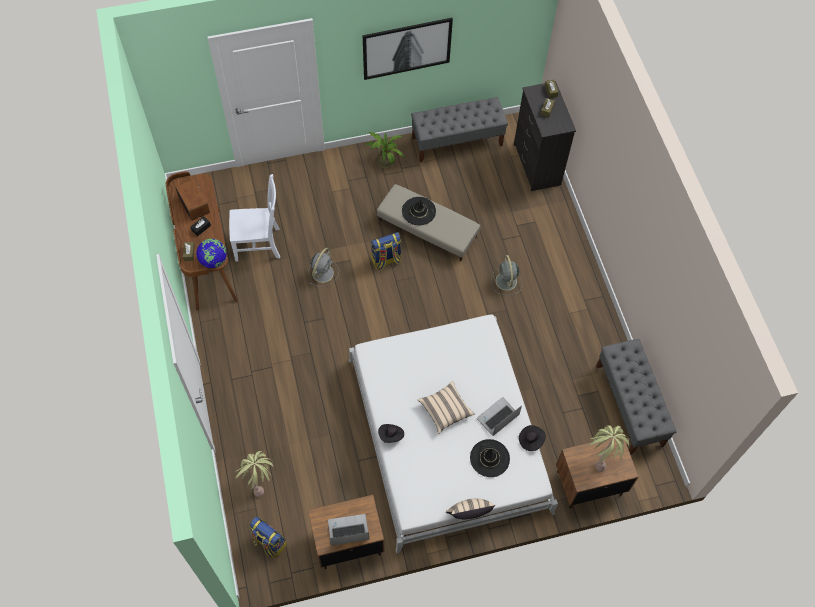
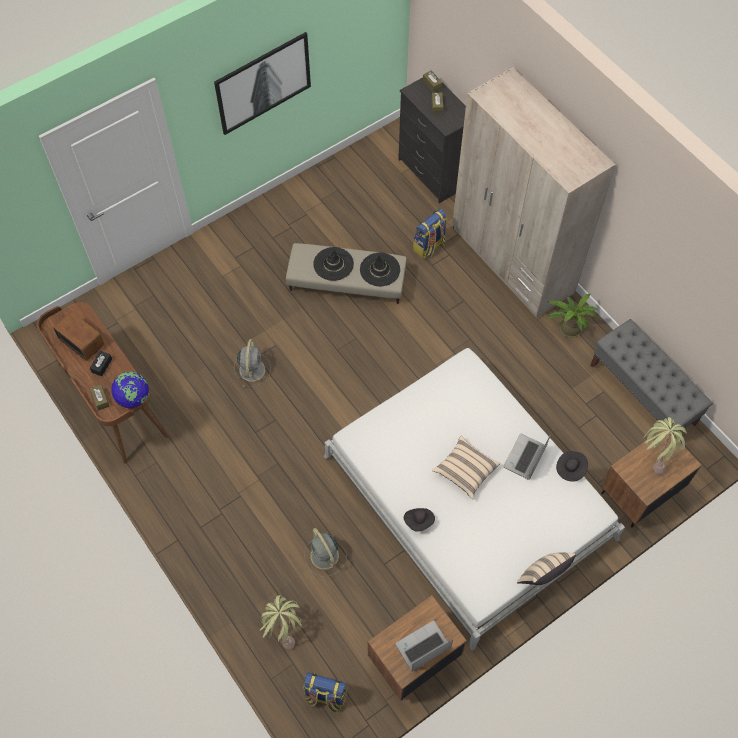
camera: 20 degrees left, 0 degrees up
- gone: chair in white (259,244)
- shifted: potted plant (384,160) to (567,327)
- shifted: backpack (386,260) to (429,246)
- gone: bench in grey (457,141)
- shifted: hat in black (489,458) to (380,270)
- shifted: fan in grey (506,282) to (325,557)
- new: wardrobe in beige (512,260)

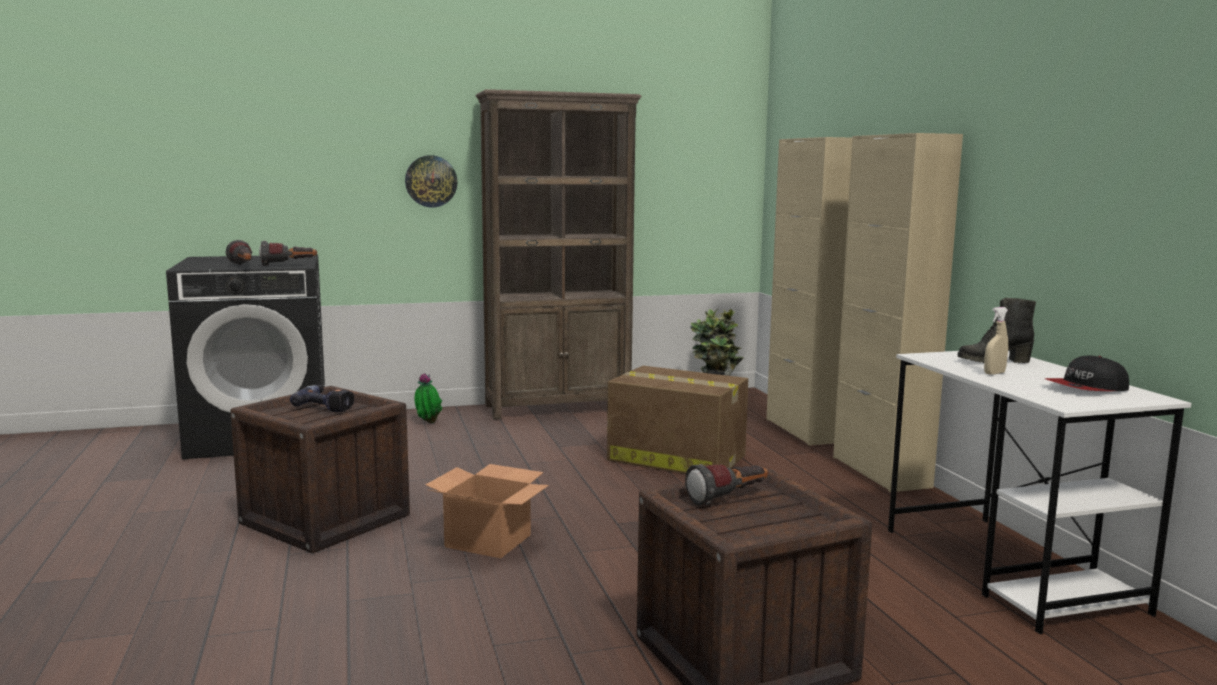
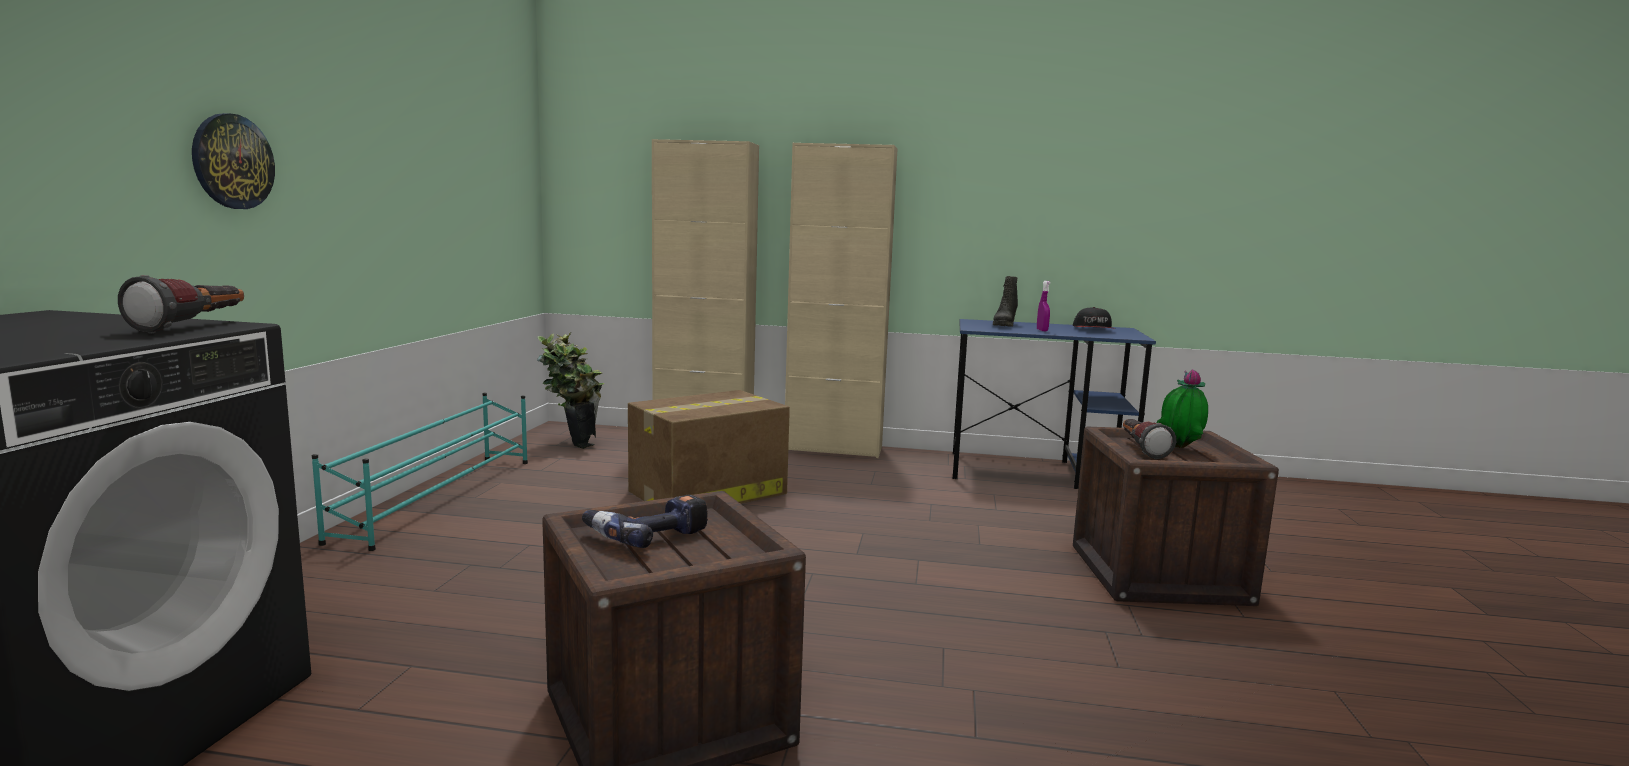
camera: 65 degrees left, 0 degrees up
- gone: flashlight (243,267)
- shifted: potted plant (428,423) to (1179,449)
- gone: cardboard box (486,541)
- swapped: bookcase in brown (559,407) to shoe rack in turquoise (440,497)
- repainted: desk in white (1010,570) to desk in blue (1039,472)
- repainted: spray bottle in beige (994,373) to spray bottle in purple (1042,330)

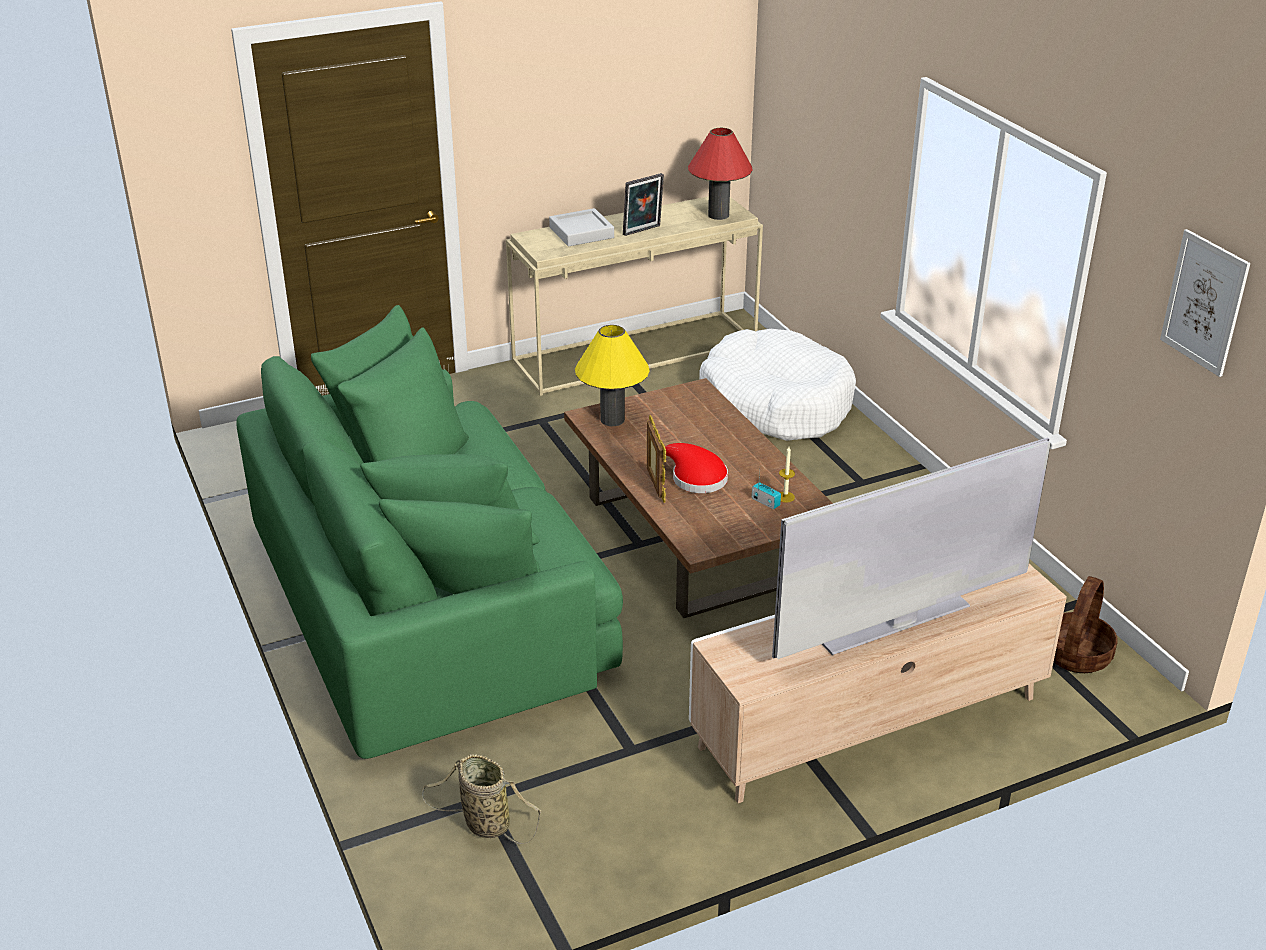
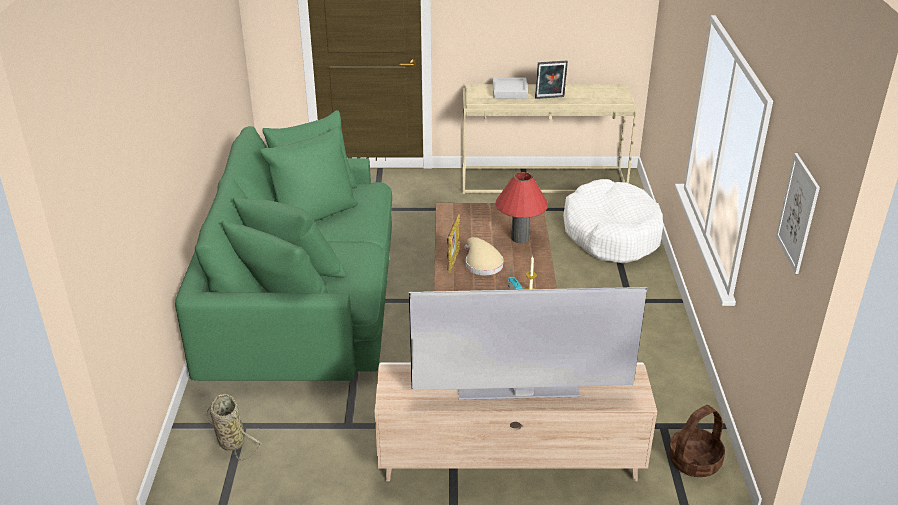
camera: 25 degrees right, 0 degrees up
- gone: table lamp in yellow (612,420)
- repainted: hat in red (695,478) to hat in beige (482,264)
- shifted: table lamp in red (718,215) to (520,238)

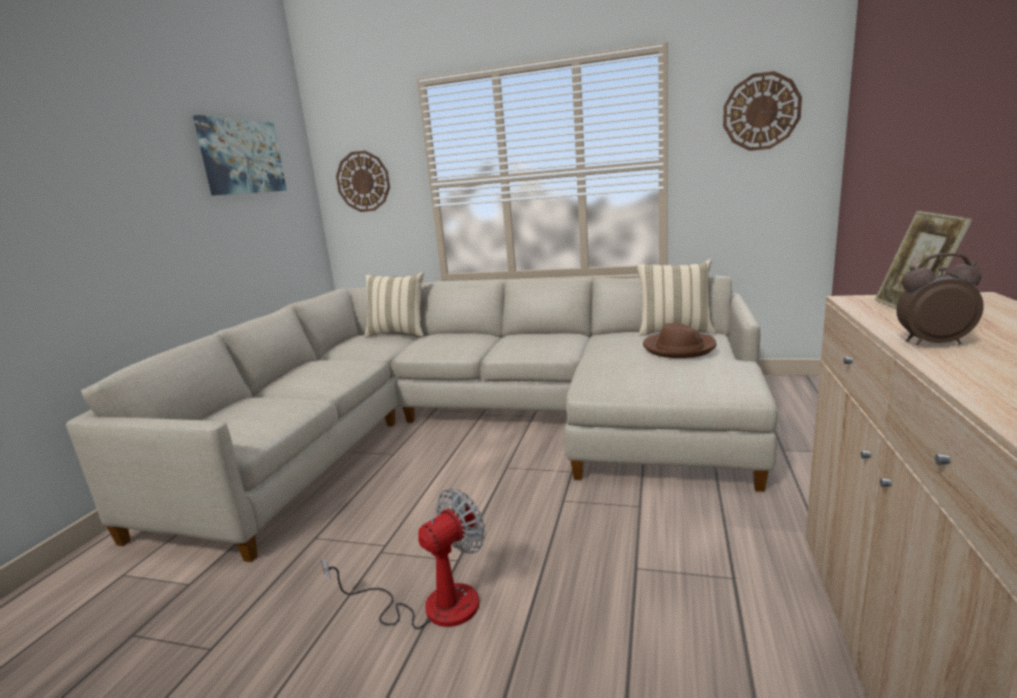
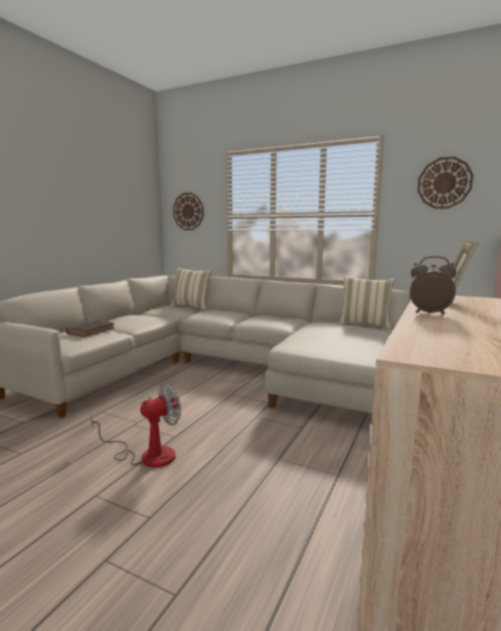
camera: 10 degrees right, 5 degrees down
- gone: picture (242,157)
- gone: hat in brown (679,348)
- new: book in brown (92,331)

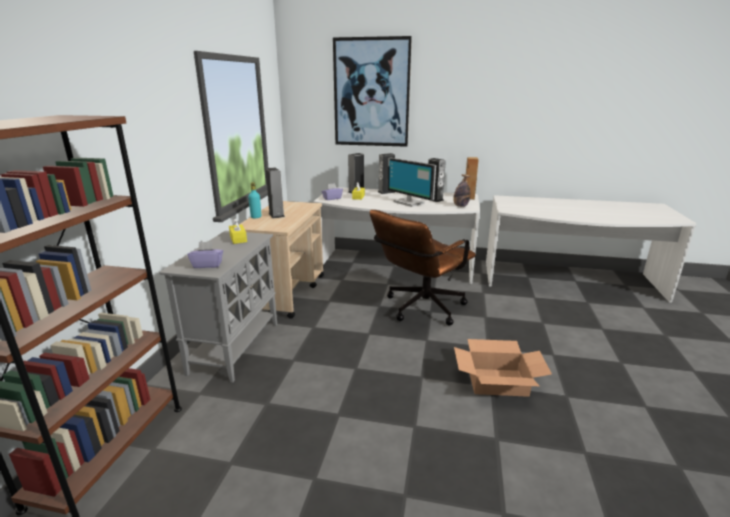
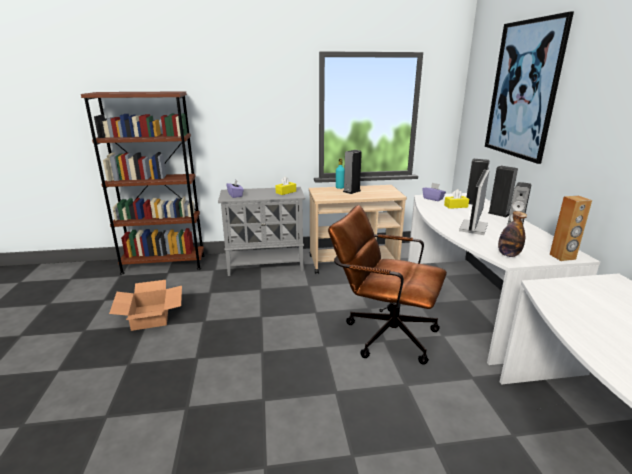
camera: 70 degrees right, 0 degrees up
- shifted: cardboard box (497,381) to (151,316)

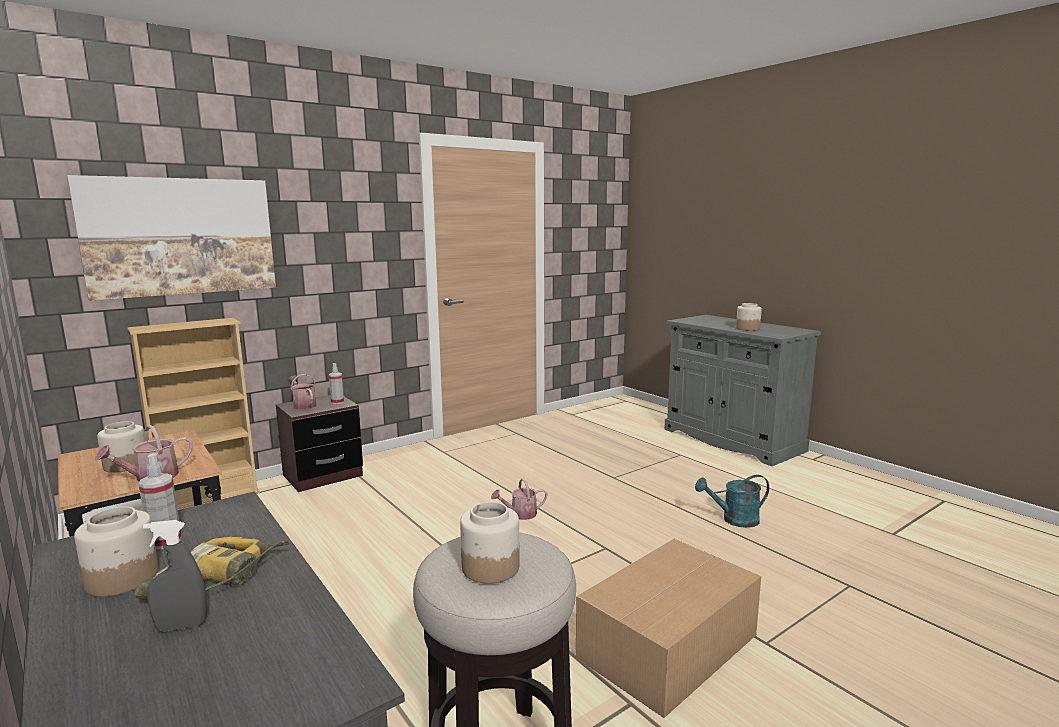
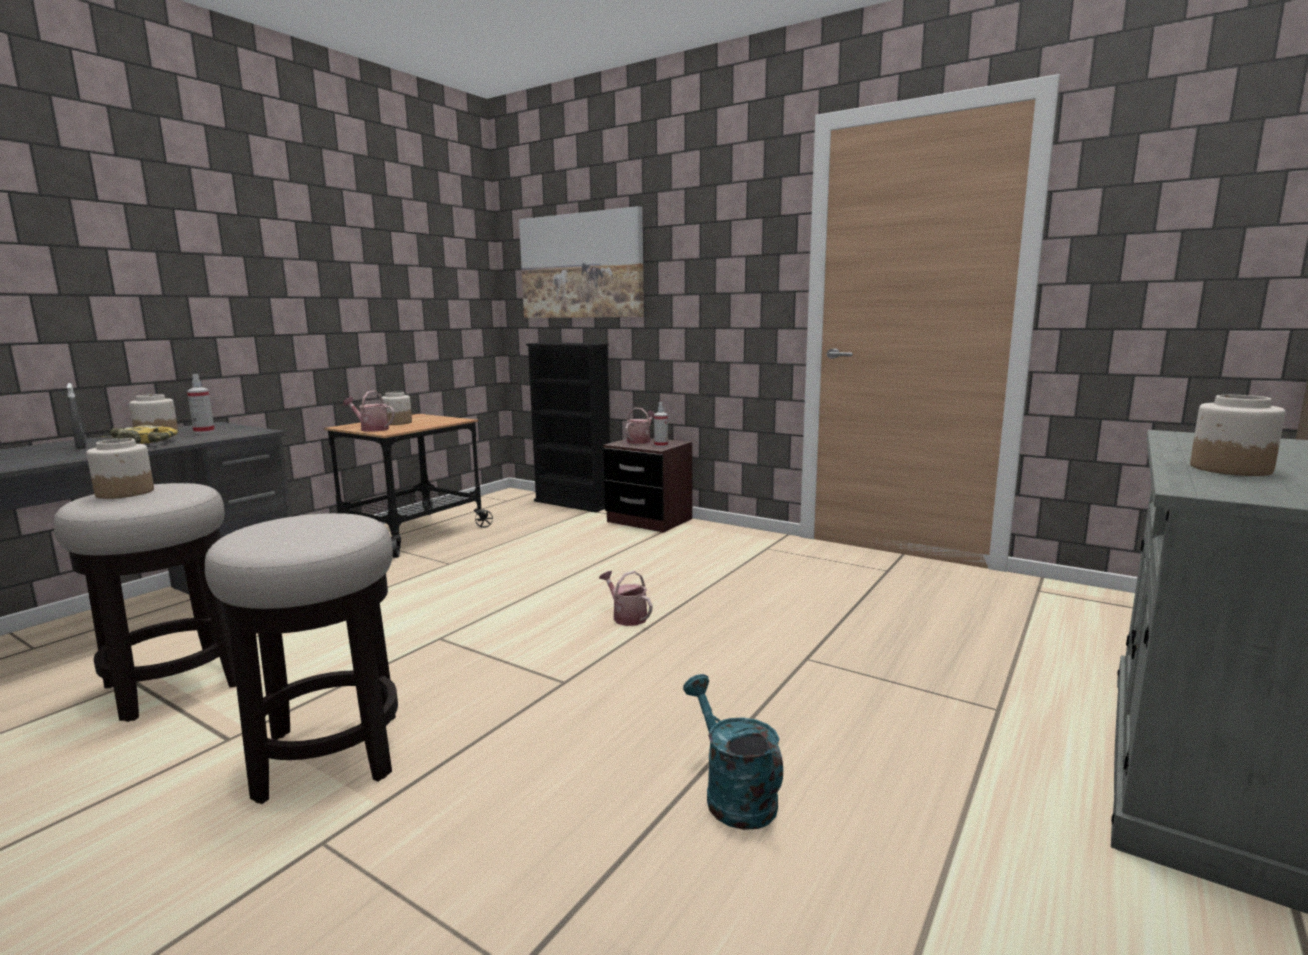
camera: 70 degrees right, 0 degrees up
- repainted: bookcase in beige (208,499) to bookcase in black (573,503)
- swapped: cardboard box (670,645) to stool (329,755)

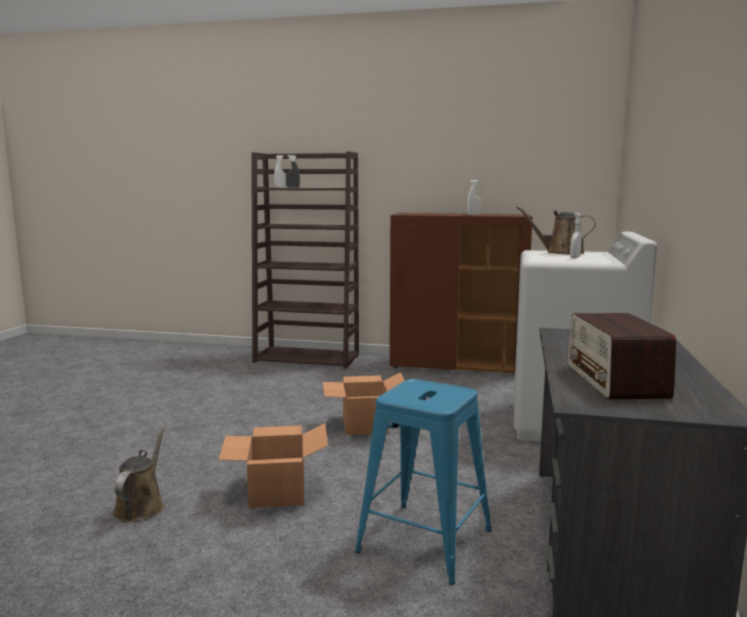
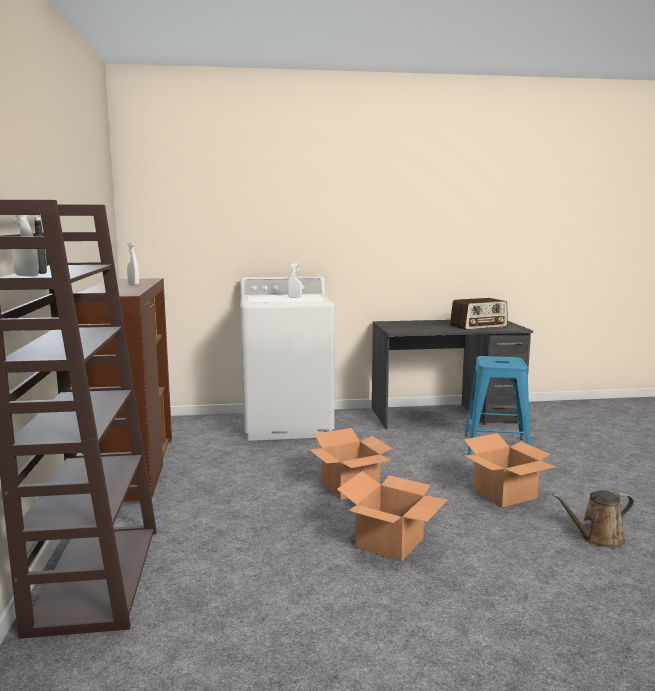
camera: 110 degrees left, 0 degrees up
- gone: watering can in brown (560,252)
- new: cardboard box (389,542)

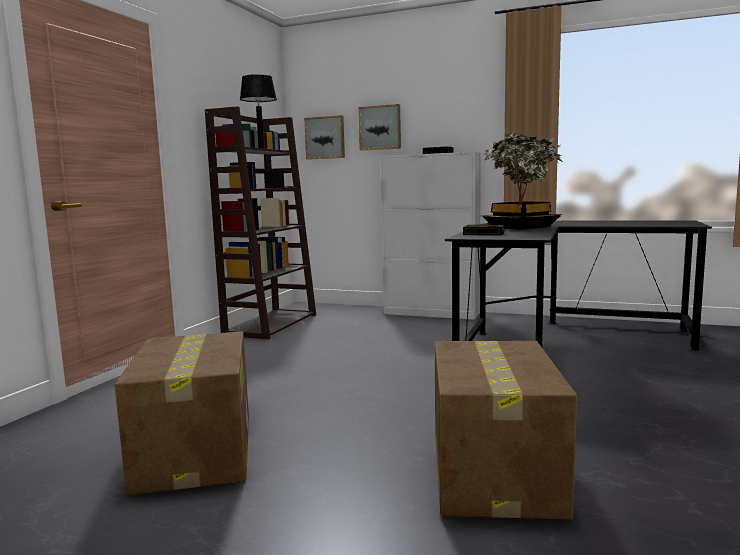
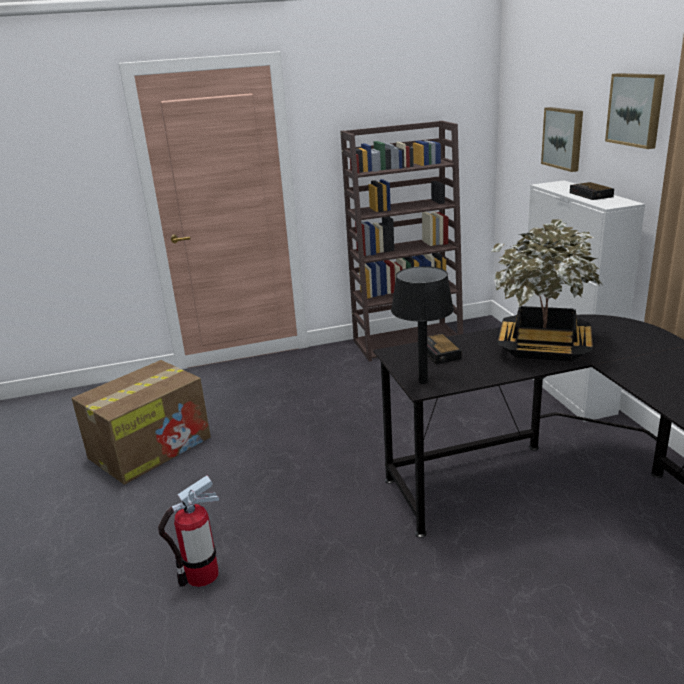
camera: 55 degrees right, 15 degrees up
- shifted: table lamp in black (261,148) to (423,382)
- shifted: picture (325,138) to (636,109)
- swapped: cardboard box (493,470) to fire extinguisher (202,575)

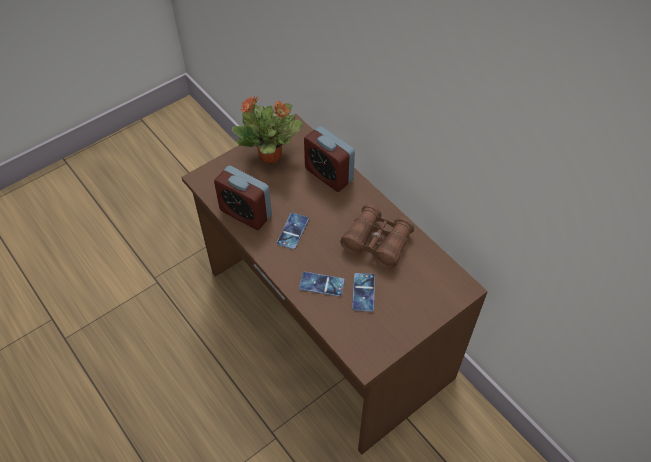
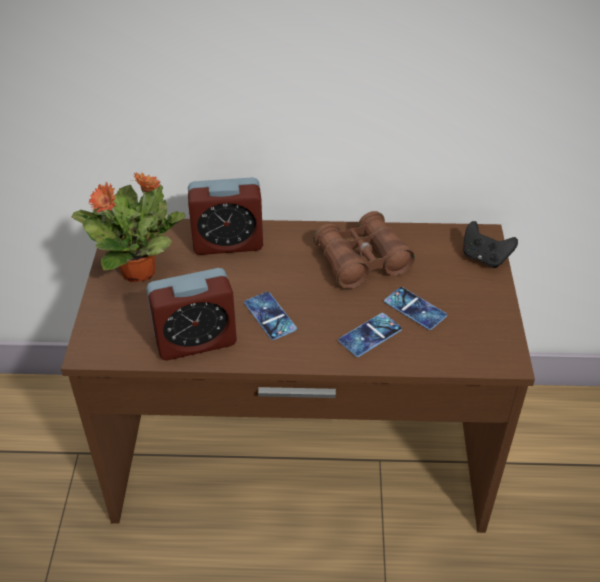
camera: 50 degrees left, 10 degrees down
- new: game controller in black (484,258)

